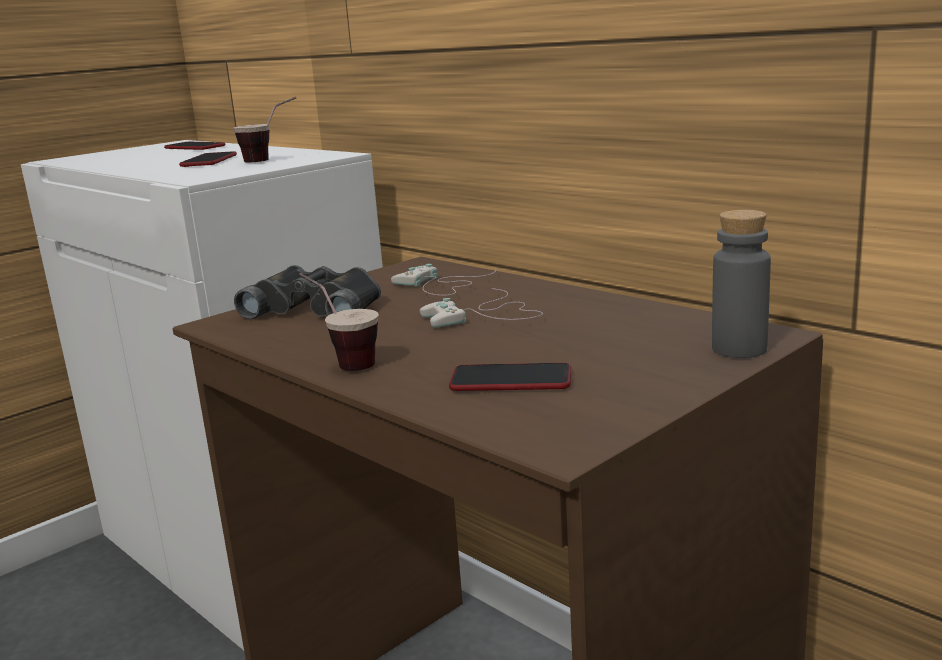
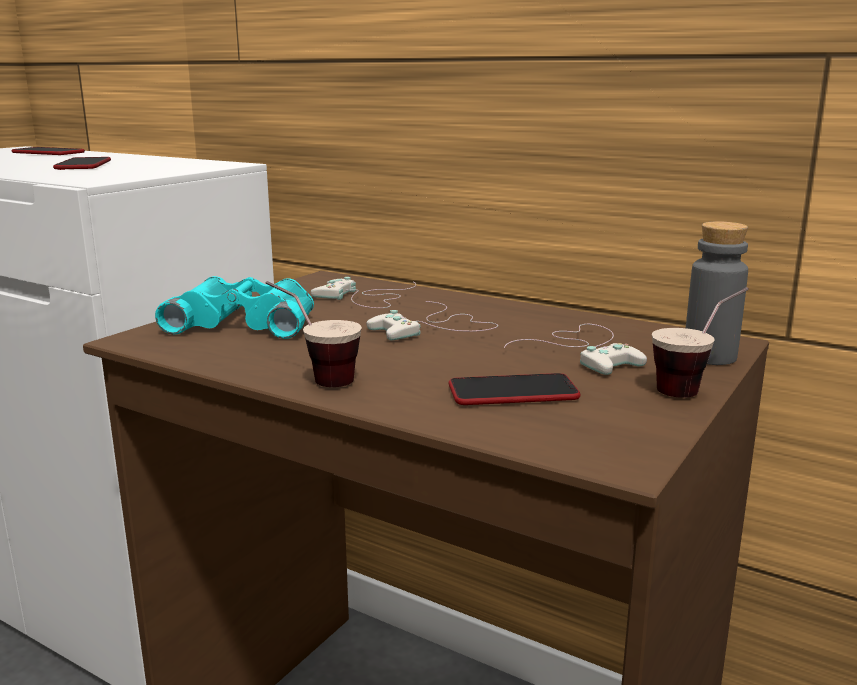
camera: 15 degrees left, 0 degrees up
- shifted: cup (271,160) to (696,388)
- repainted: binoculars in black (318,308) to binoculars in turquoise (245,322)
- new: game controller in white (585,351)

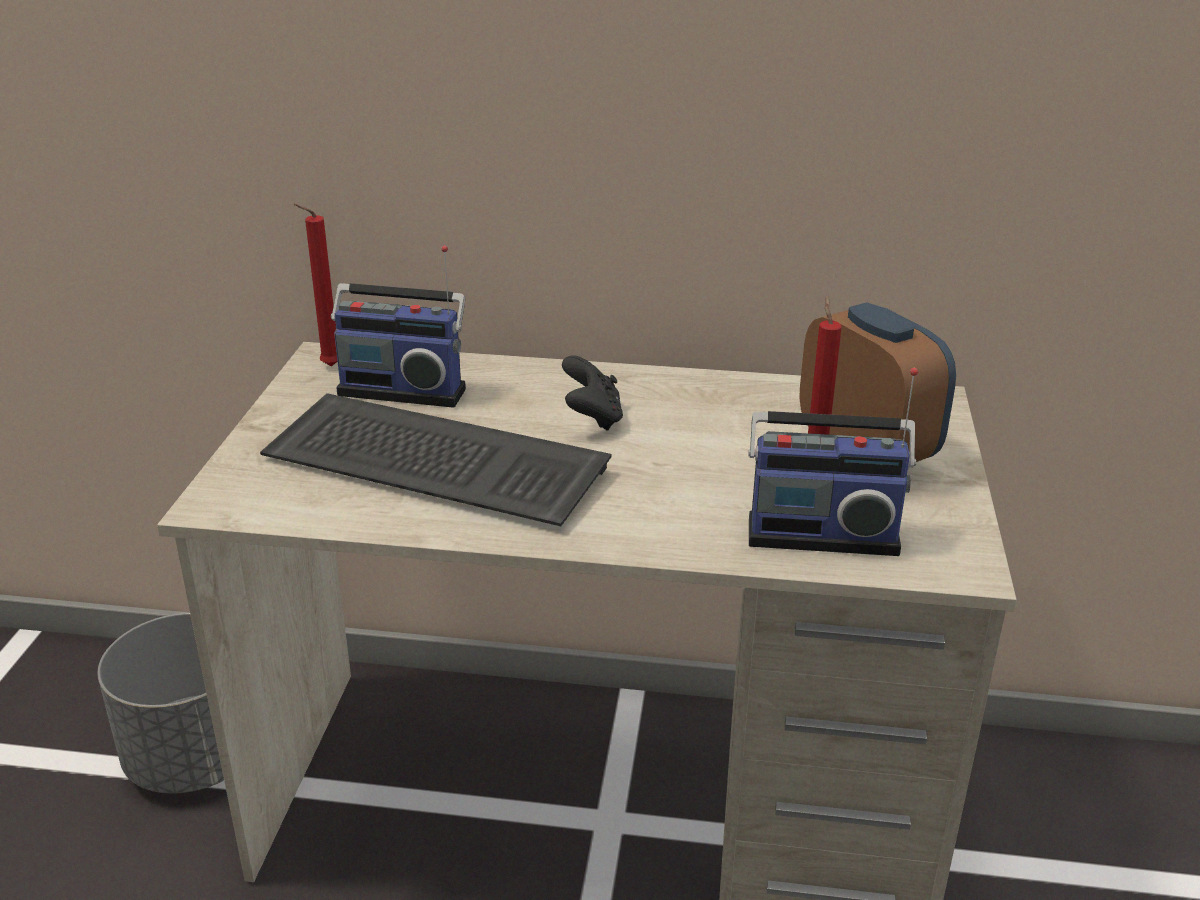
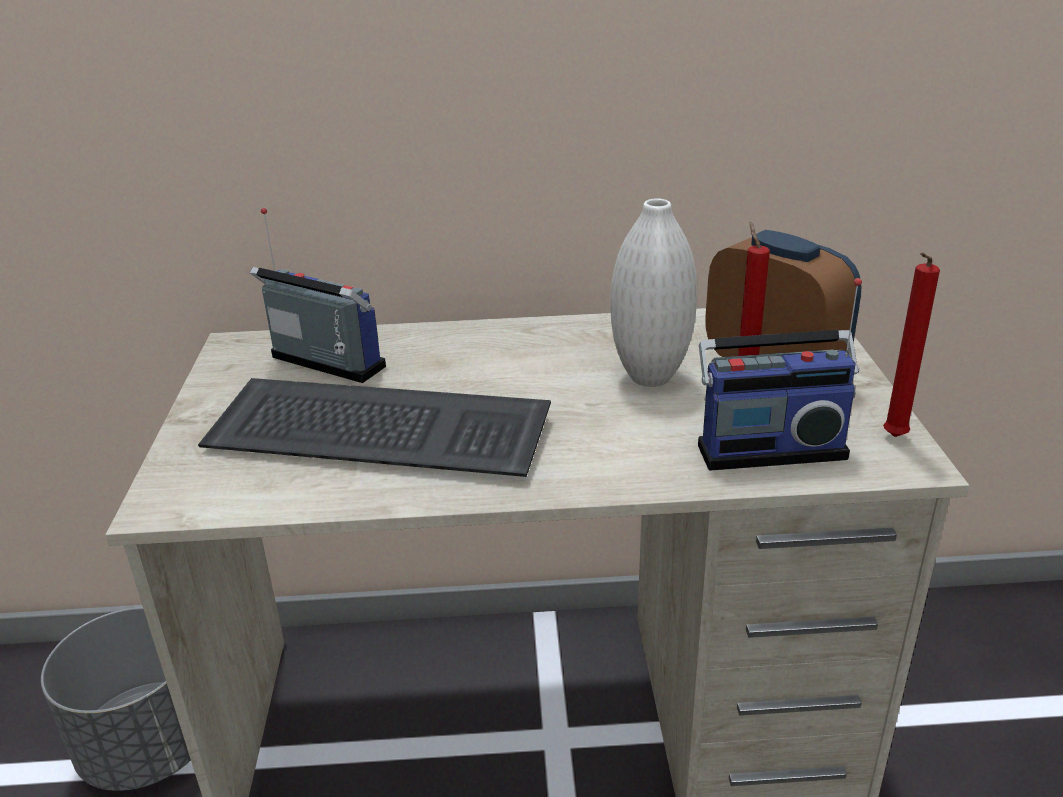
camera: 10 degrees left, 0 degrees up
- shifted: candle in red (327,367) to (892,438)
- rotated: radio (404,389) = (323,365) 150 degrees counterclockwise
- gone: game controller in black (592,418)
- new: vase in white (650,377)

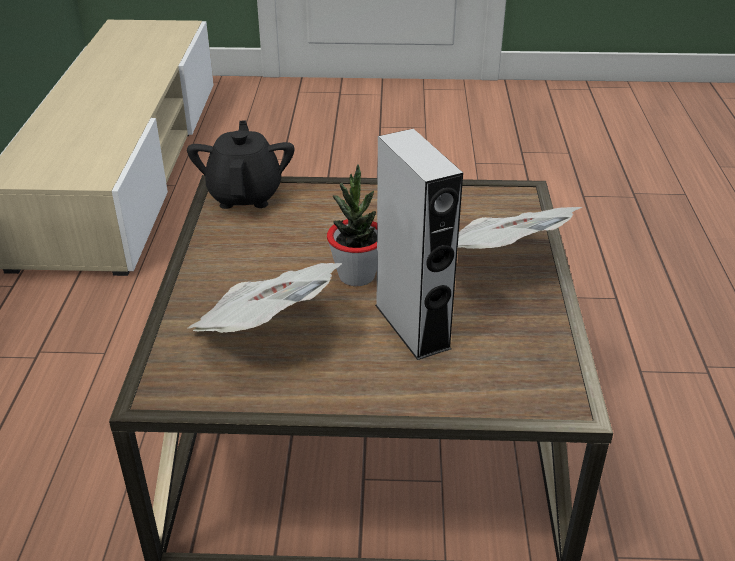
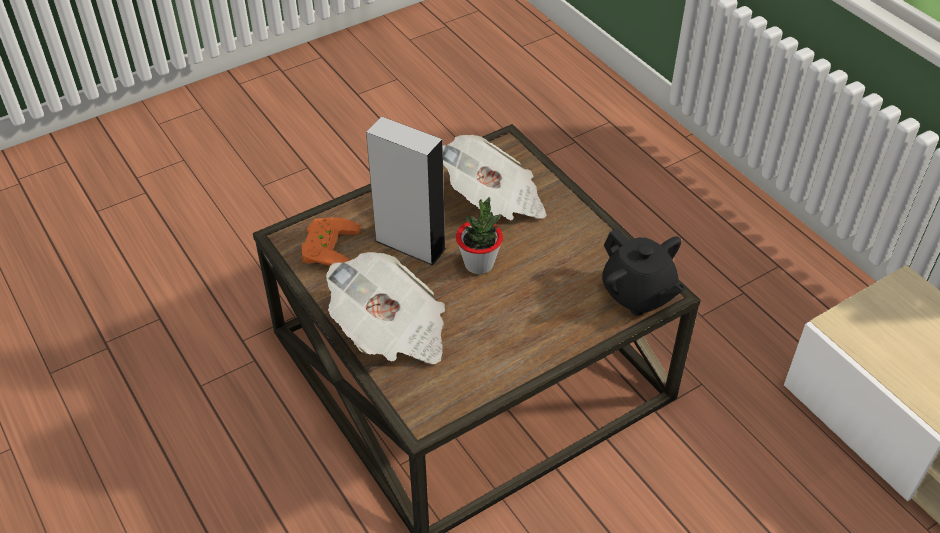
camera: 145 degrees right, 10 degrees up
- new: game controller in orange (326,246)

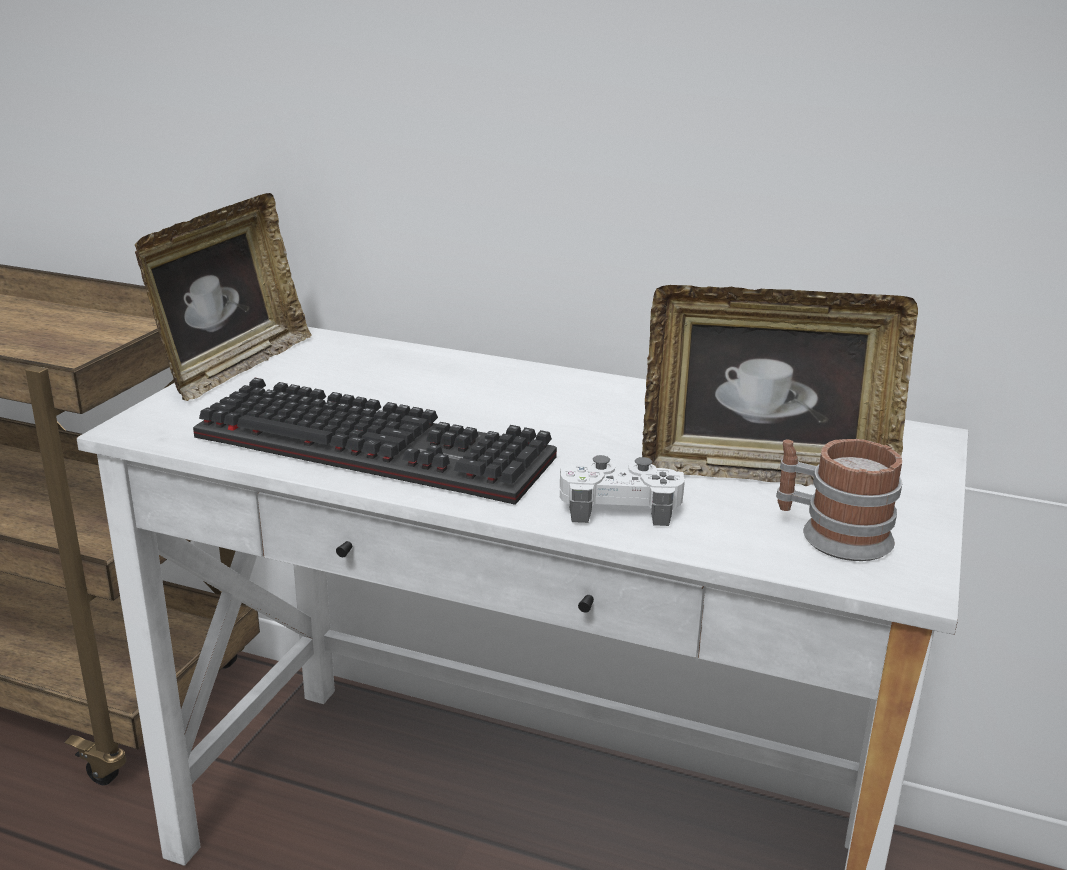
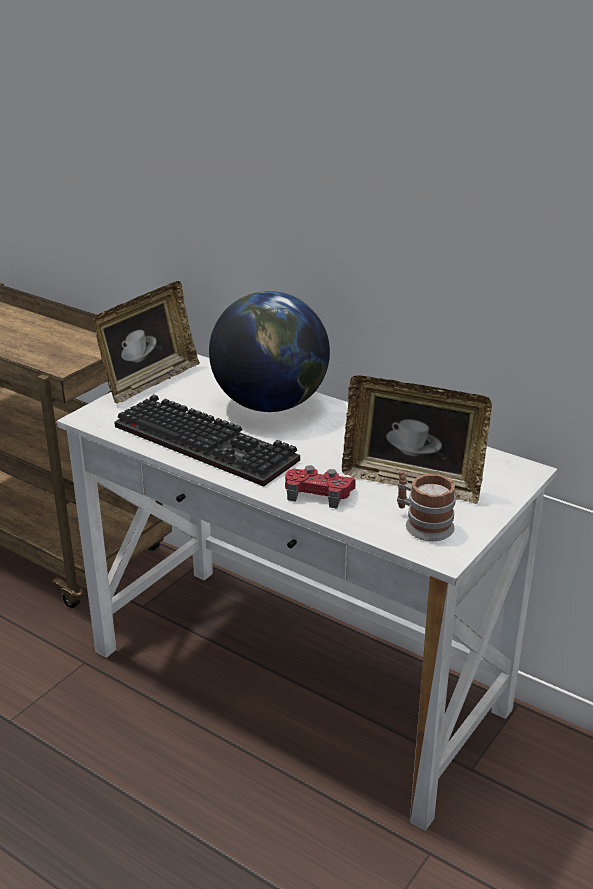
camera: 15 degrees right, 5 degrees up
- repainted: game controller in white (620,505) to game controller in red (319,493)
- new: globe (270,404)

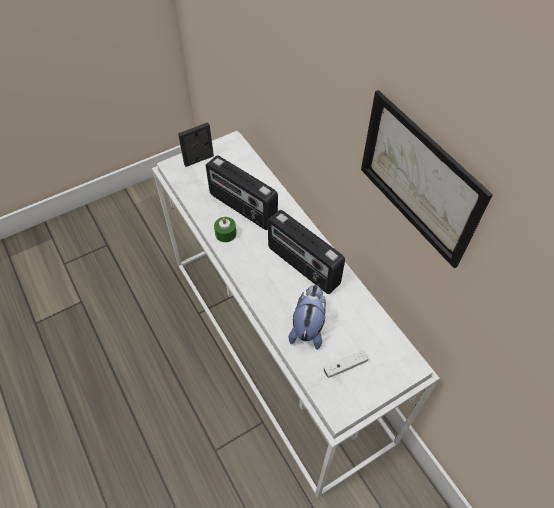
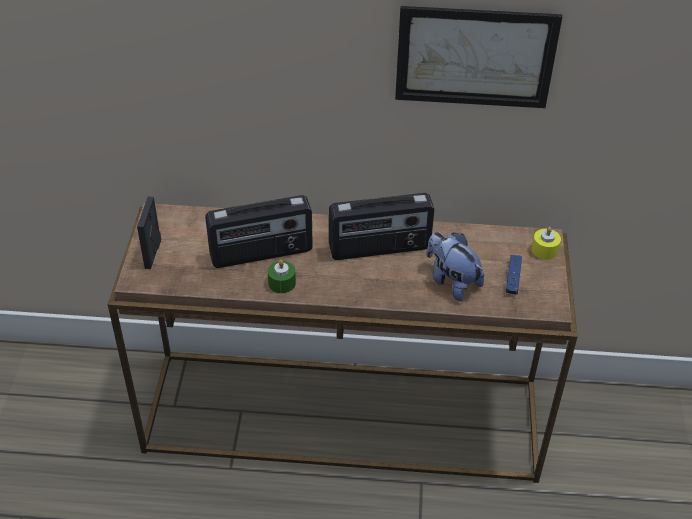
camera: 55 degrees left, 10 degrees down
- repainted: console table in white (279,347) to console table in brown (346,415)
- repainted: game controller in white (345,366) to game controller in blue (513,279)
- new: candle in yellow (544,250)

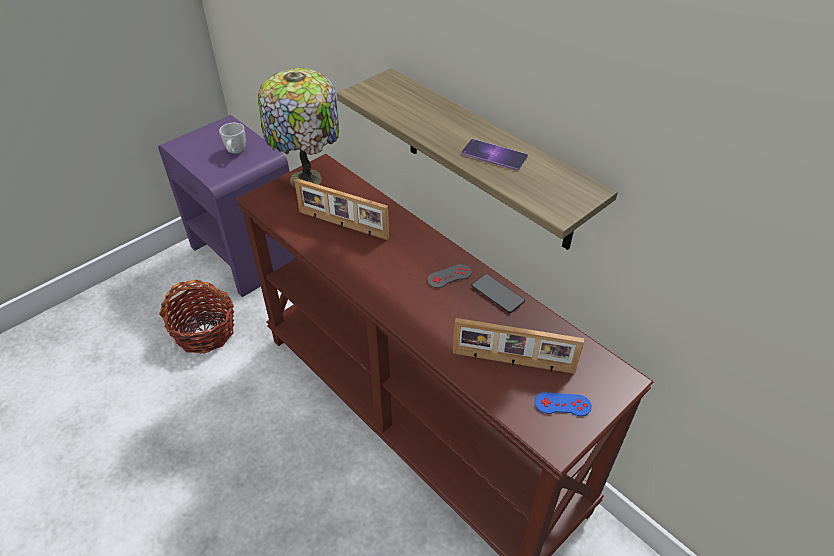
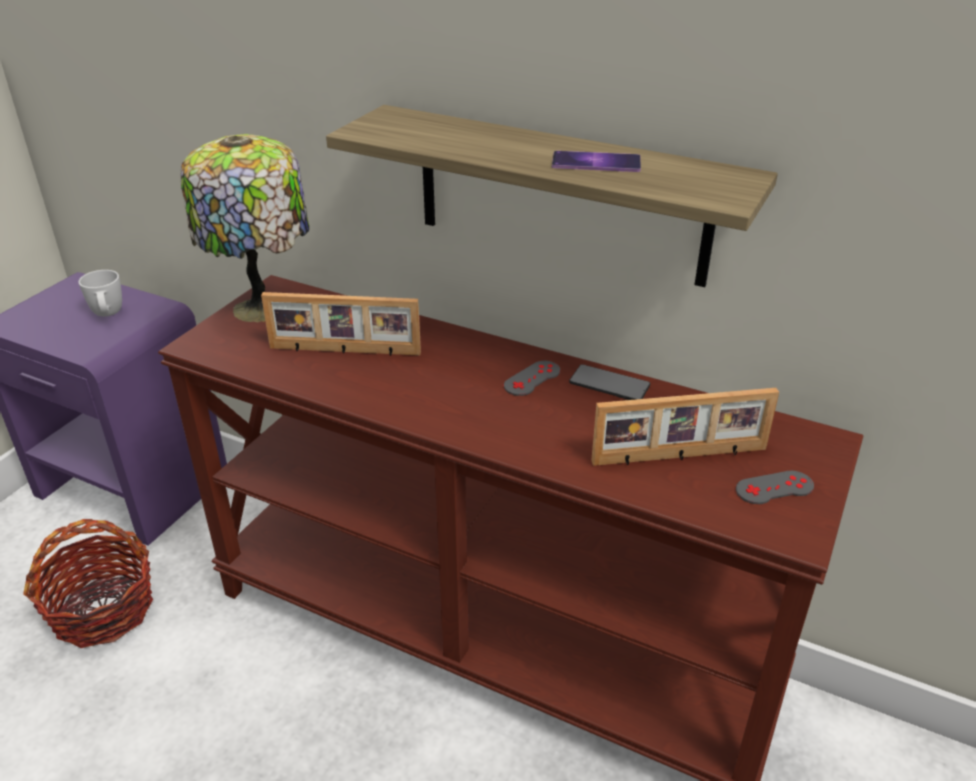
camera: 20 degrees left, 10 degrees down
- repainted: game controller in blue (562,404) to game controller in grey (774,488)

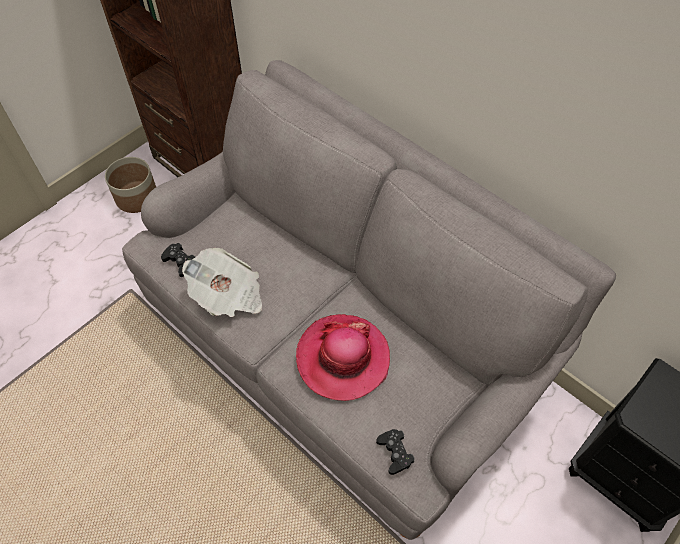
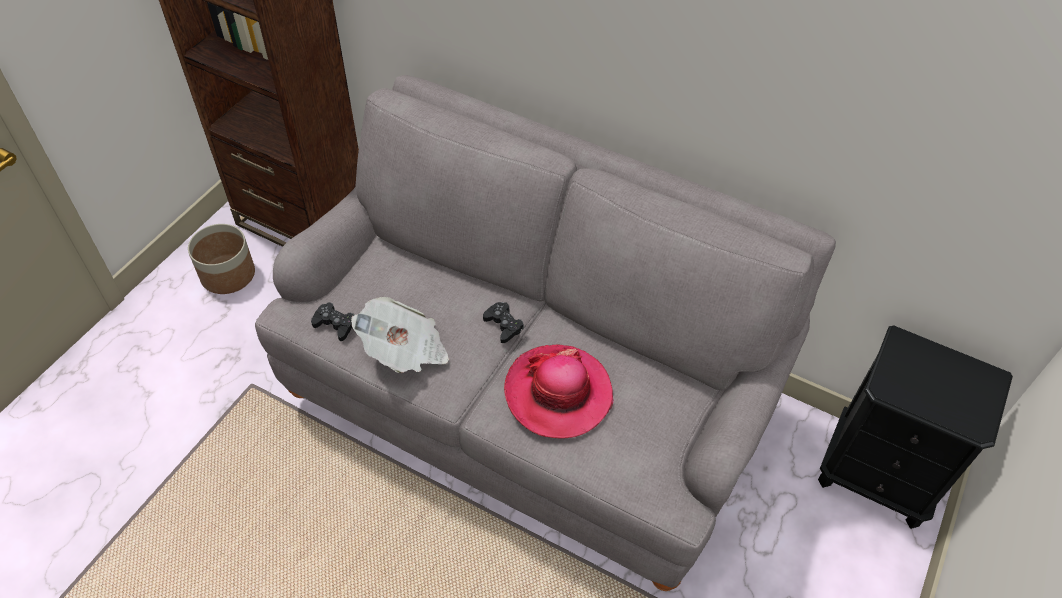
camera: 15 degrees left, 5 degrees down
- shifted: game controller in black (395,453) to (503,325)

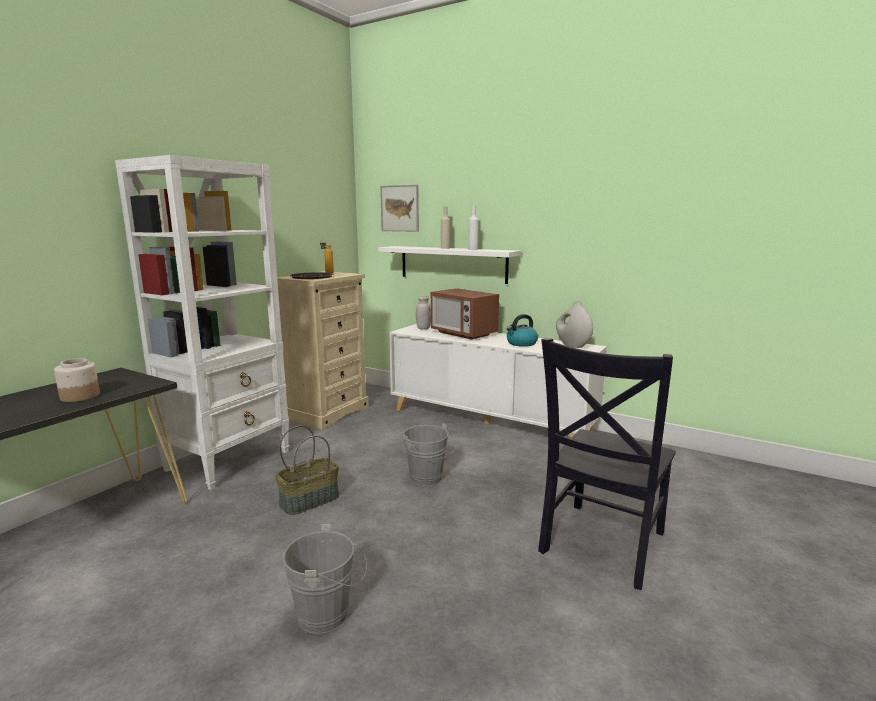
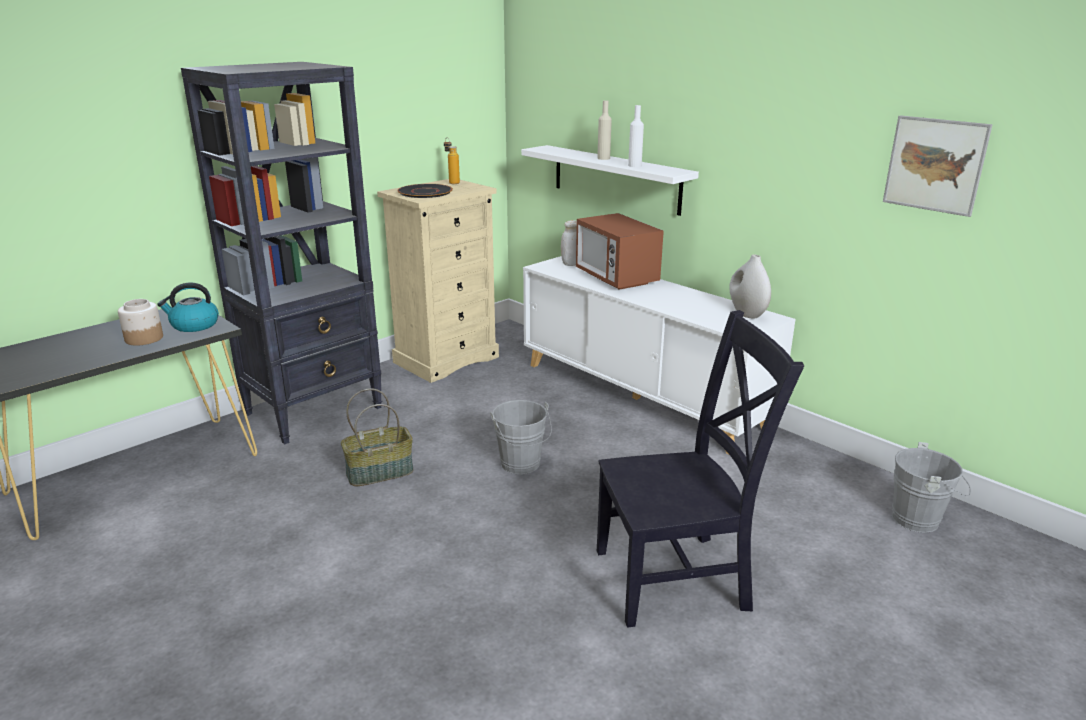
camera: 15 degrees right, 10 degrees up
- repainted: bookcase in white (229,460) to bookcase in black (315,410)
- shifted: bucket in grey (329,614) to (920,520)
- shifted: picture (399,208) to (935,165)
- shifted: kettle (521,343) to (194,325)
- rotated: chair in black (600,545) = (678,578) 150 degrees counterclockwise

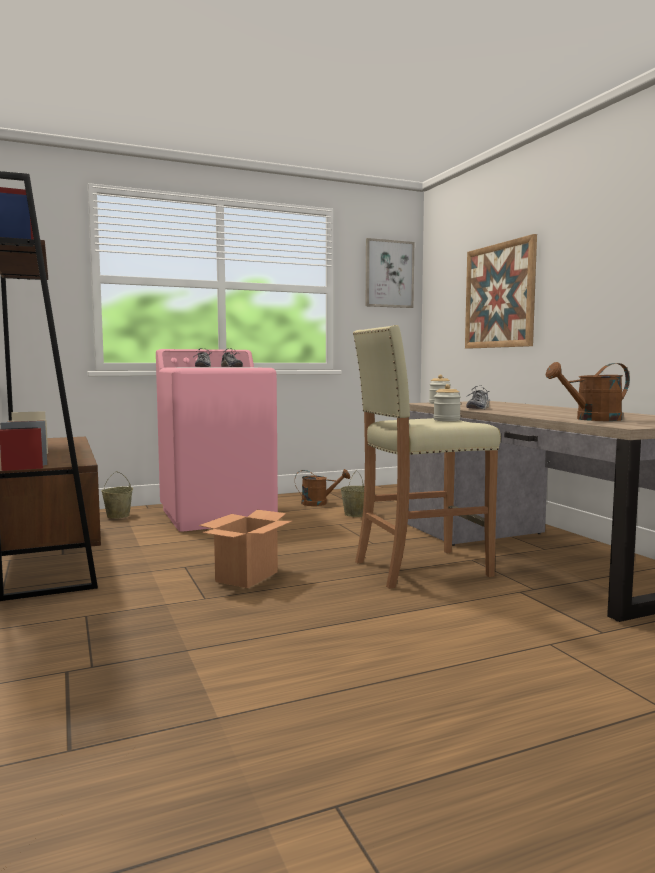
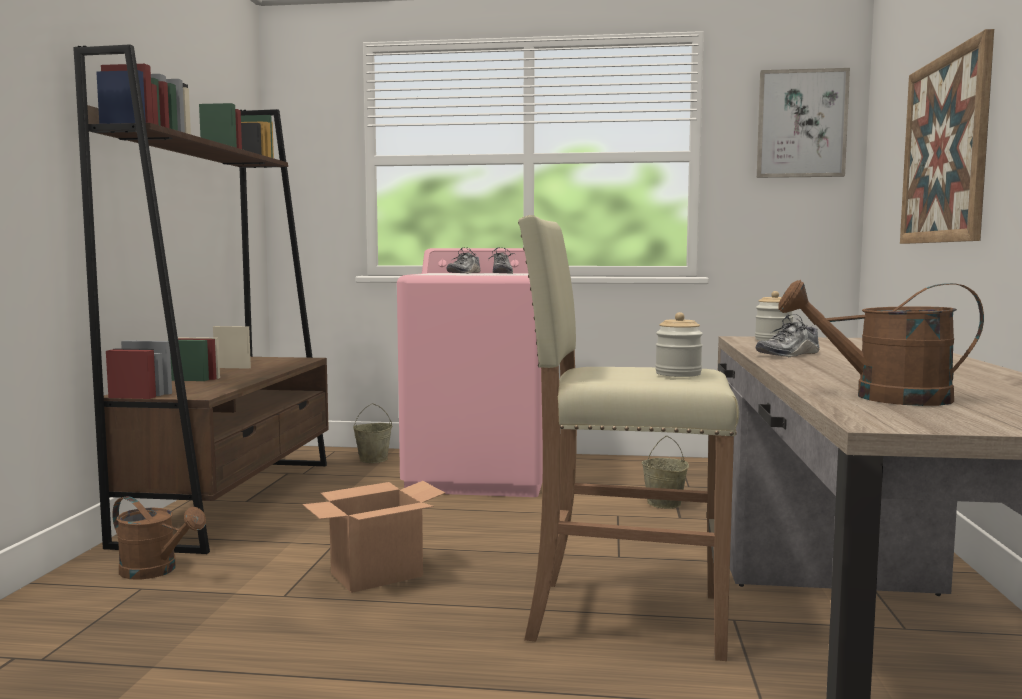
camera: 30 degrees right, 0 degrees up
- shifted: watering can in brown (319,503) to (156,571)

